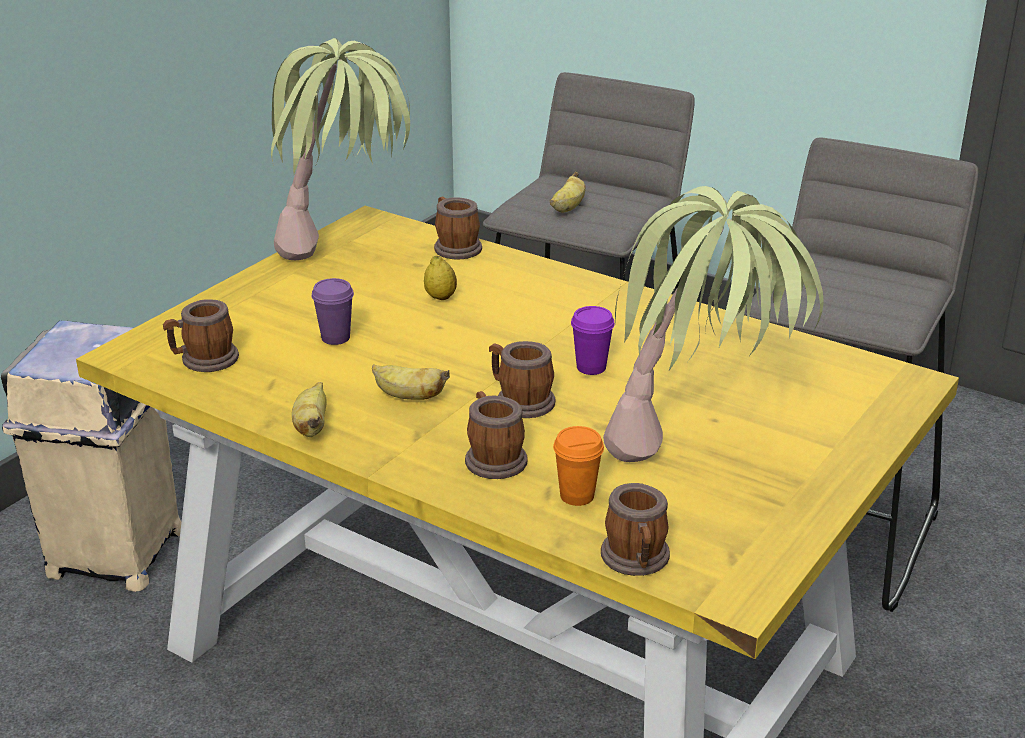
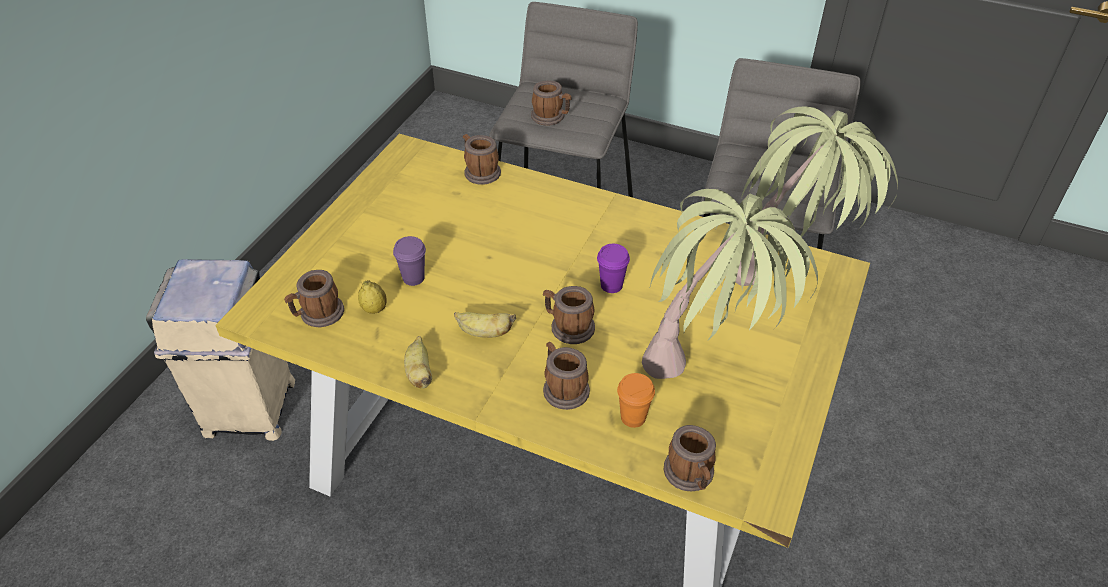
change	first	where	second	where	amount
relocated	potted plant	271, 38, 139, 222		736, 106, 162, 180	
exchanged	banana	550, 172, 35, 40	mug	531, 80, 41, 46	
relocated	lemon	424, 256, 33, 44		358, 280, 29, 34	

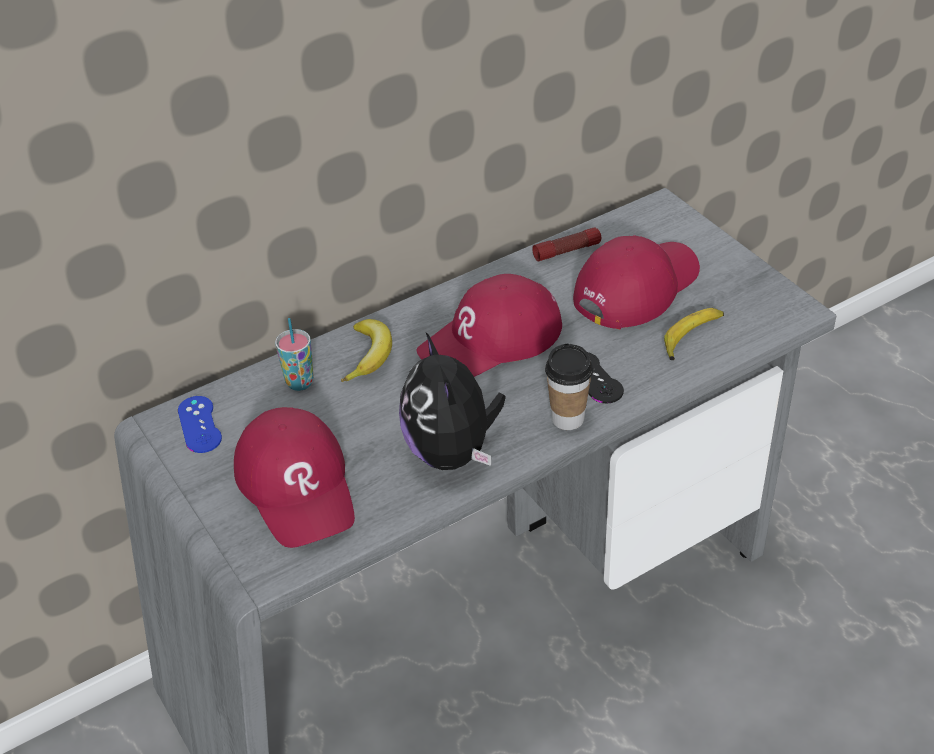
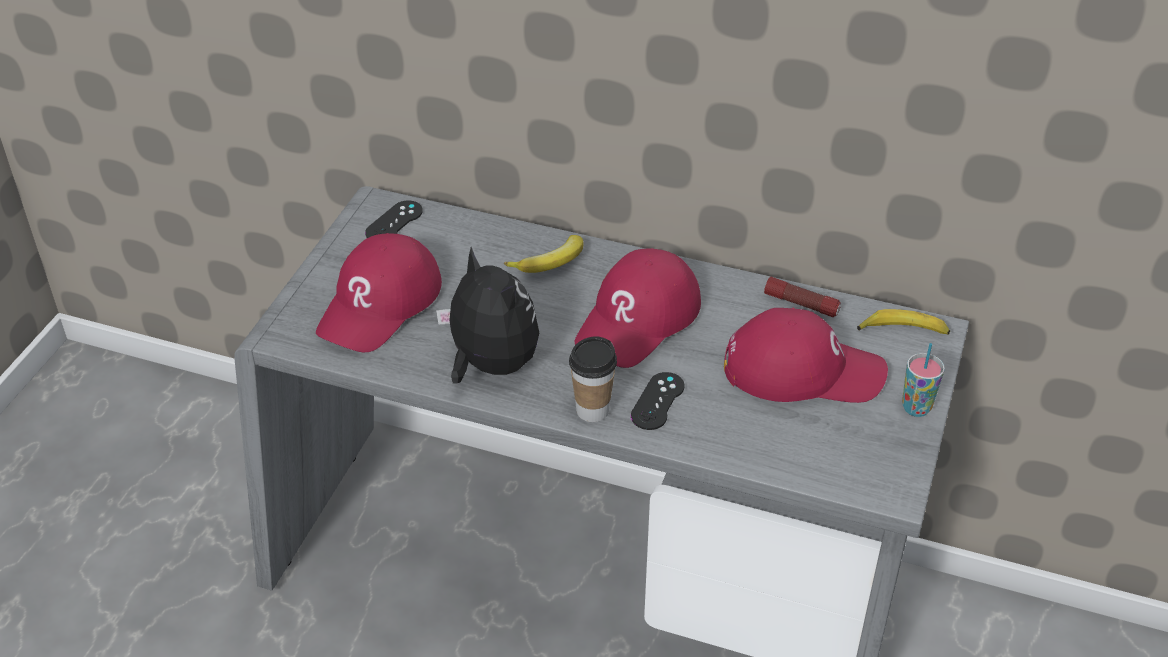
change	first	where	second	where	amount
spun	red cap	417, 274, 145, 103		575, 248, 126, 120	75 degrees counterclockwise
relocated	banana	664, 308, 60, 52		857, 309, 93, 26	
relocated	cup	275, 318, 39, 73		902, 343, 43, 74	
spun	plush toy	399, 333, 107, 137		436, 247, 103, 136	105 degrees clockwise
colour	blue game controller	178, 396, 44, 57	black game controller	365, 200, 58, 38	

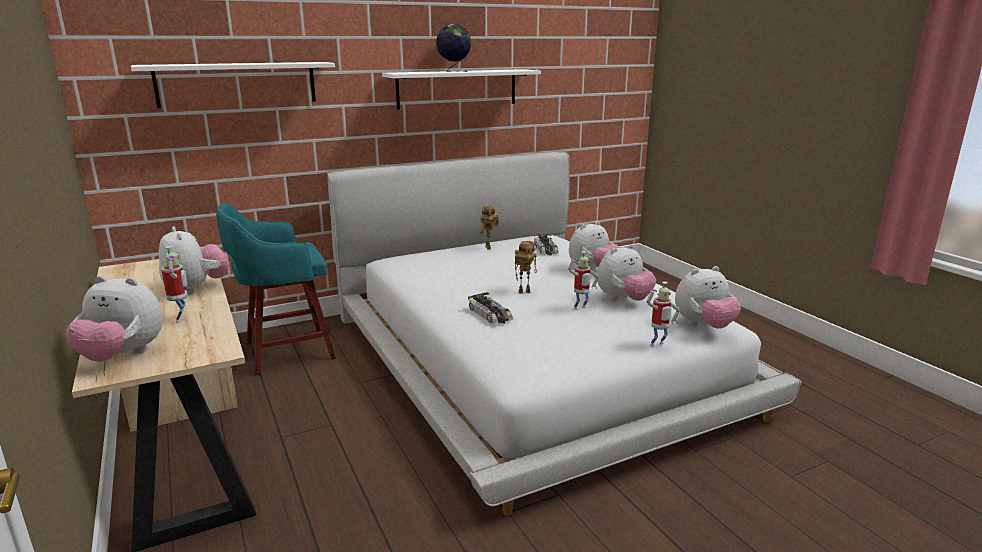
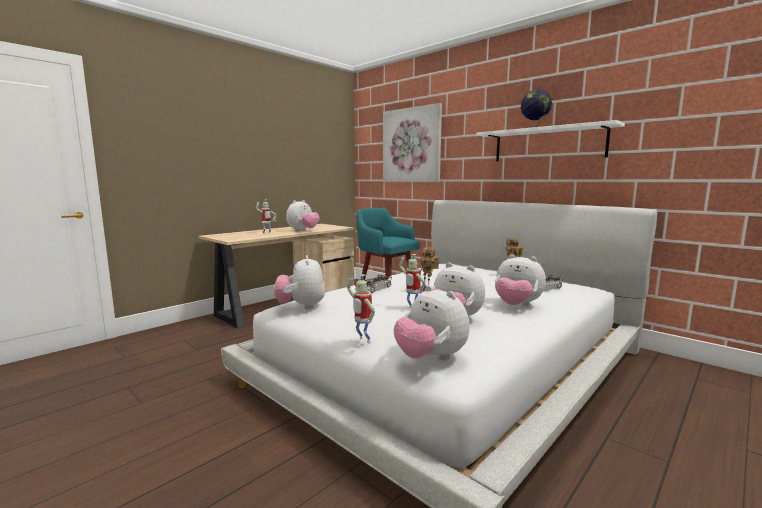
change	first	where	second	where	amount
exchanged	white shelf	131, 62, 204, 46	picture	383, 103, 59, 79	
relocated	plush toy	66, 276, 97, 86		274, 255, 51, 54	

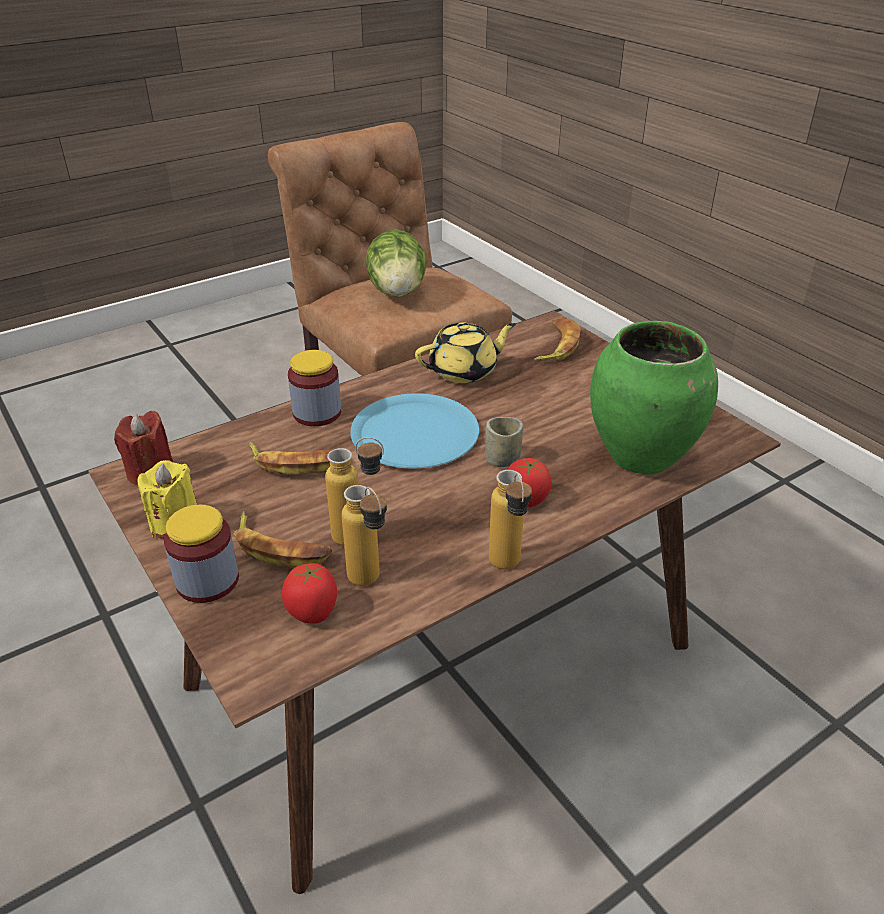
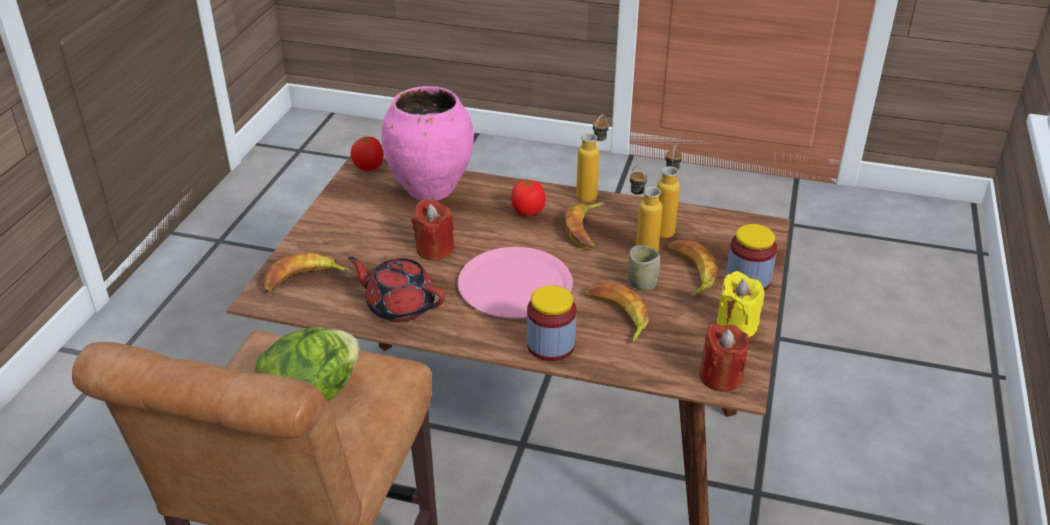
change	first	where	second	where	amount
colour	green vase	590, 321, 128, 154	pink vase	381, 86, 93, 115	
colour	yellow teapot	415, 322, 101, 61	red teapot	348, 257, 97, 65	
colour	blue plate	350, 393, 129, 75	pink plate	458, 247, 115, 71	
relocated	cup	485, 417, 38, 50		628, 245, 32, 46	
relocated	tomato	282, 563, 55, 61		351, 136, 33, 35	
appeared			red candle	412, 199, 43, 61	
appeared			banana	566, 202, 39, 47	

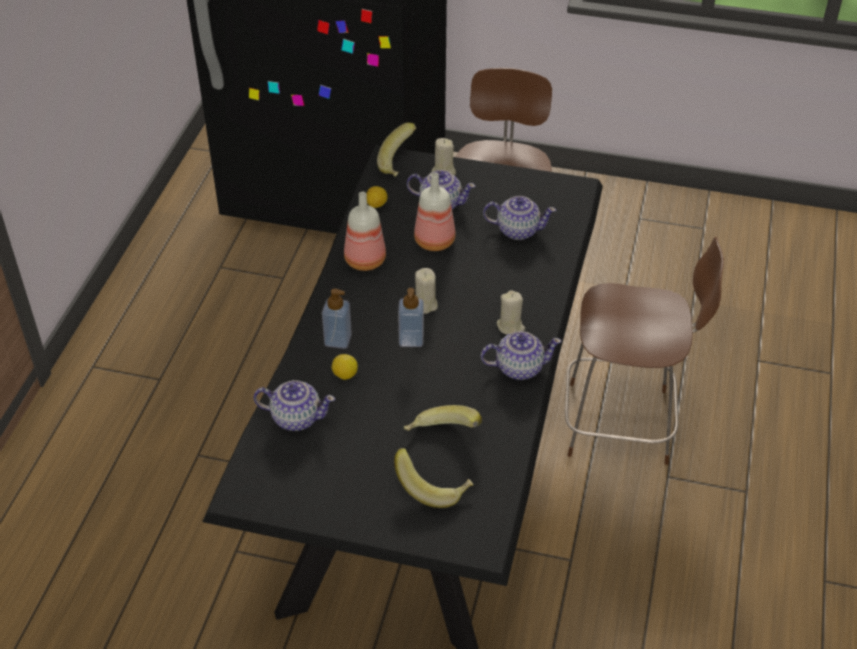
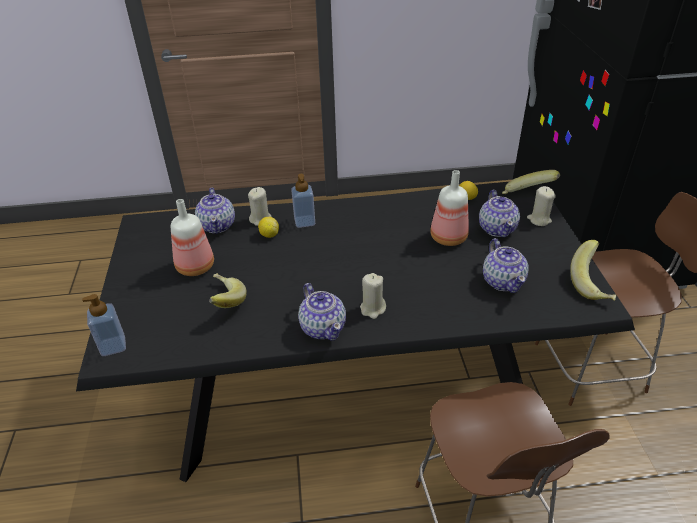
change	first	where	second	where	amount
relocated	bottle	344, 191, 42, 80		171, 199, 43, 77	
relocated	beige candle	415, 268, 23, 46		248, 187, 24, 39	
relocated	soap dispenser	398, 288, 26, 59		82, 294, 44, 62	
relocated	banana	394, 448, 80, 60		570, 240, 46, 61	

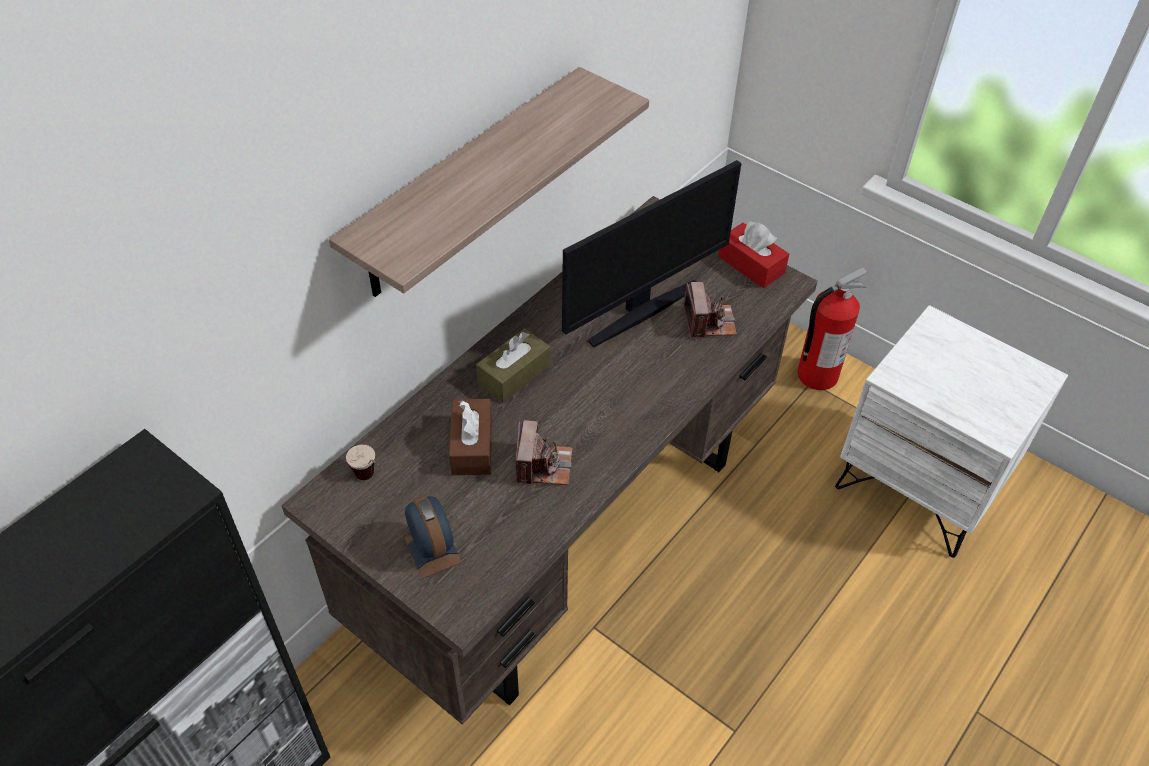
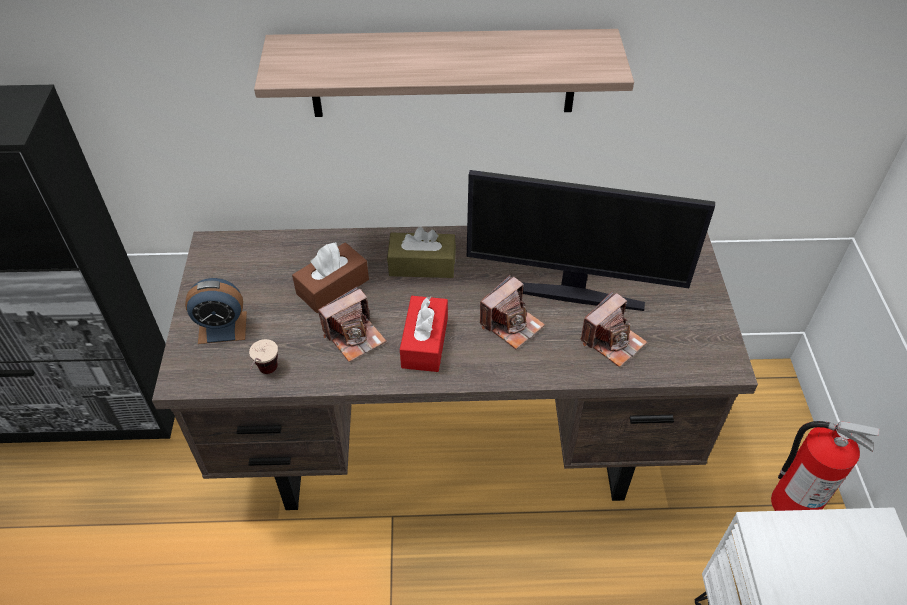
change	first	where	second	where	amount
relocated	red tissue box	718, 221, 71, 67		400, 296, 48, 76	
relocated	cup	346, 445, 36, 35		249, 339, 29, 35	
spun	alarm clock	404, 496, 58, 83		185, 278, 62, 66	60 degrees clockwise
appeared			photo camera	480, 275, 65, 74	

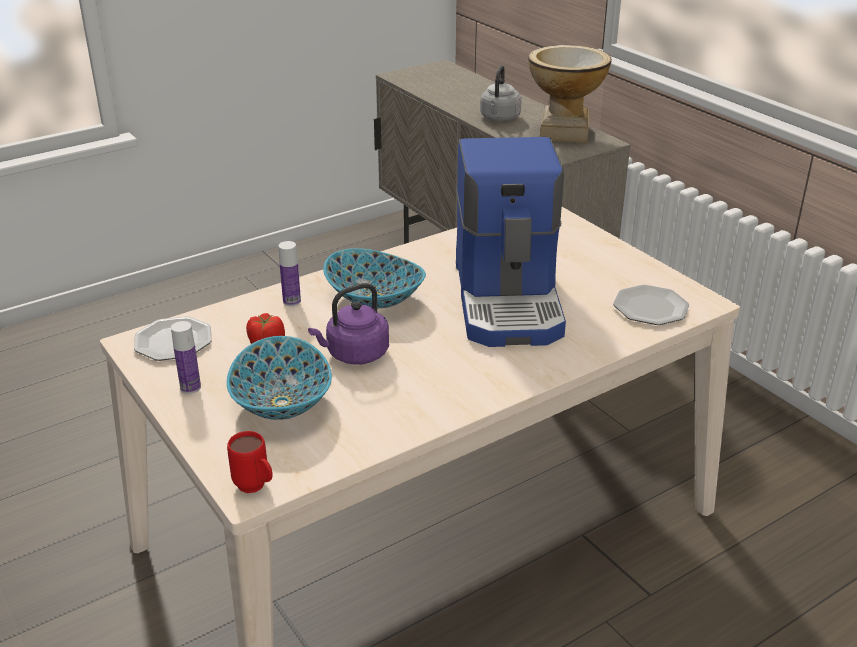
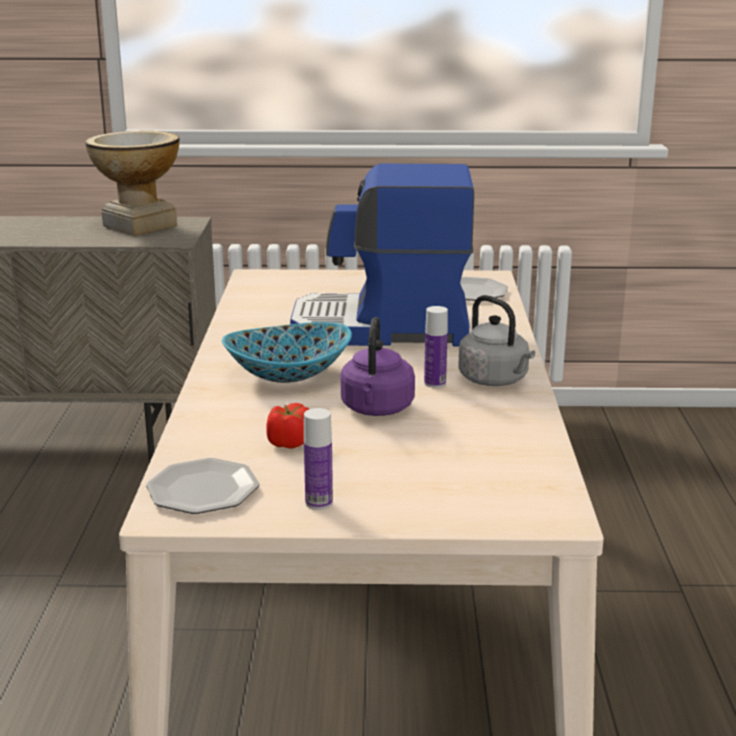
change	first	where	second	where	amount
relocated	grey kettle	480, 65, 42, 56		459, 295, 76, 91	
spun	coffee machine	456, 137, 110, 210		290, 163, 184, 183	150 degrees clockwise
relocated	bottle	278, 241, 23, 65		424, 306, 24, 82	
missing	bowl	227, 336, 105, 84			
missing	red mug	227, 431, 46, 62			

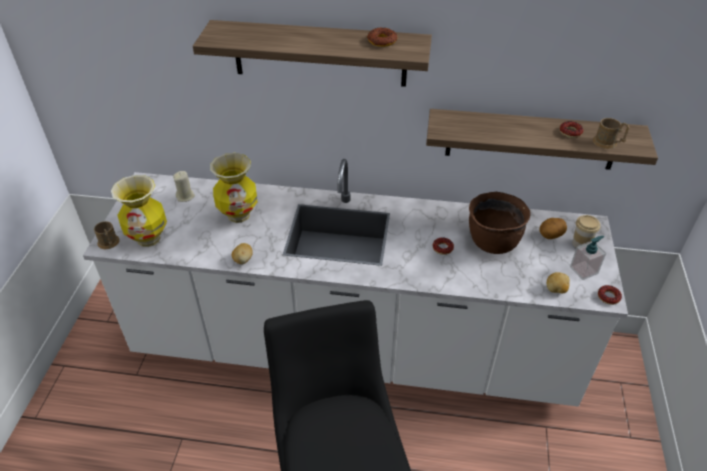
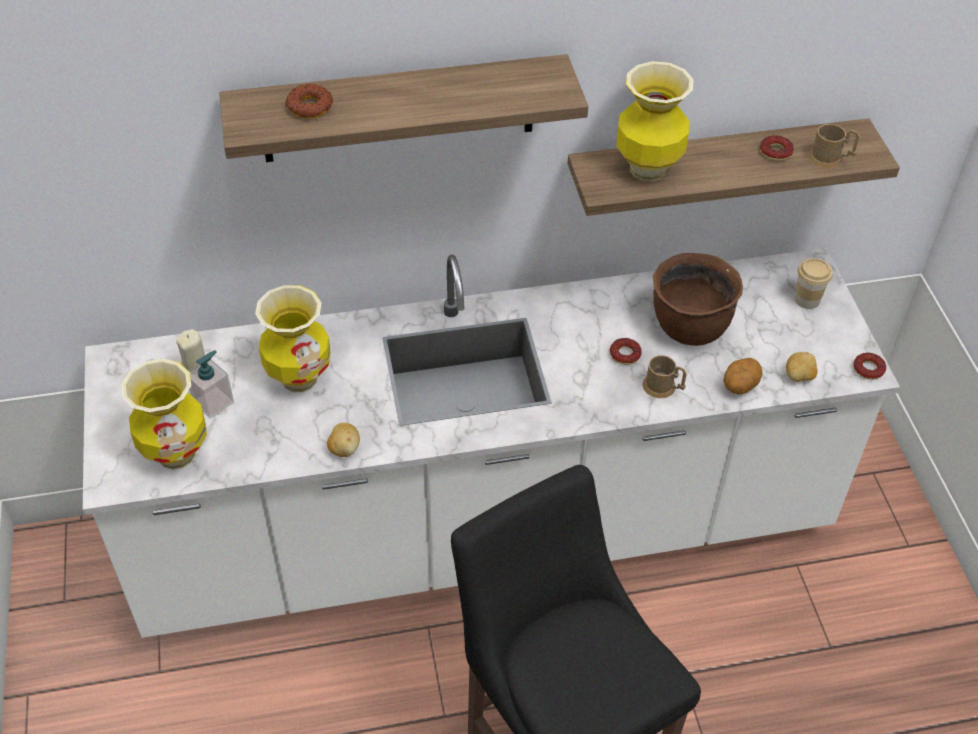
change	first	where	second	where	amount
relocated	donut	367, 27, 30, 20		285, 84, 48, 34	
relocated	potato	539, 218, 28, 21		723, 358, 40, 37	
relocated	brown mug	94, 221, 26, 28		642, 355, 45, 43	
relocated	soap dispenser	570, 236, 36, 44		189, 350, 45, 69	
appeared			vase	616, 61, 78, 120	

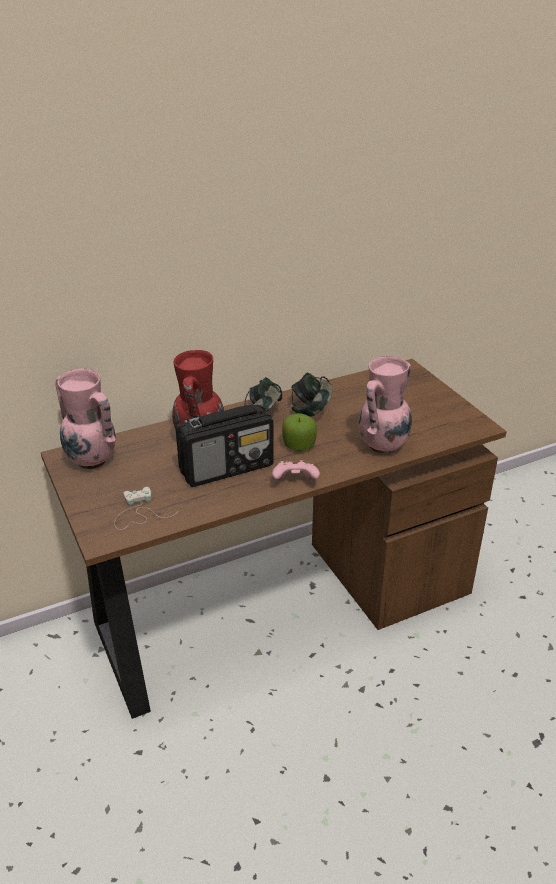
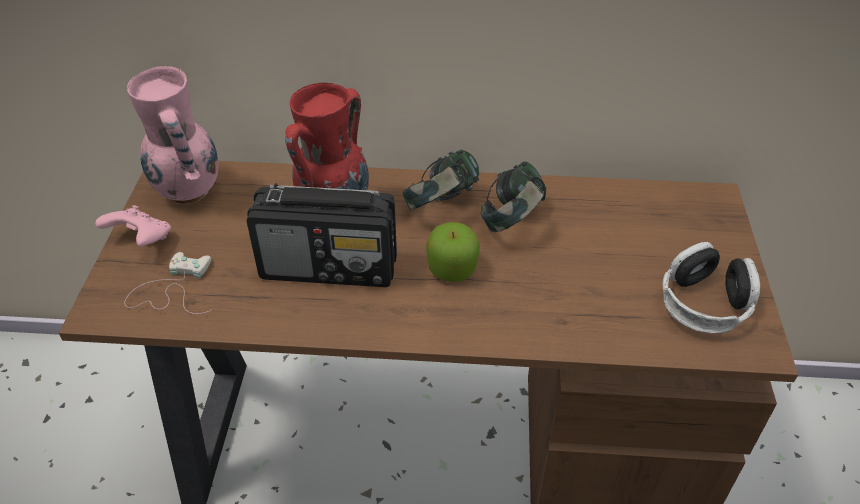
change	first	where	second	where	amount
missing	pink vase	359, 356, 53, 98			
relocated	pink game controller	272, 460, 48, 19		95, 205, 76, 42	
appeared			headphones	663, 242, 97, 92	

